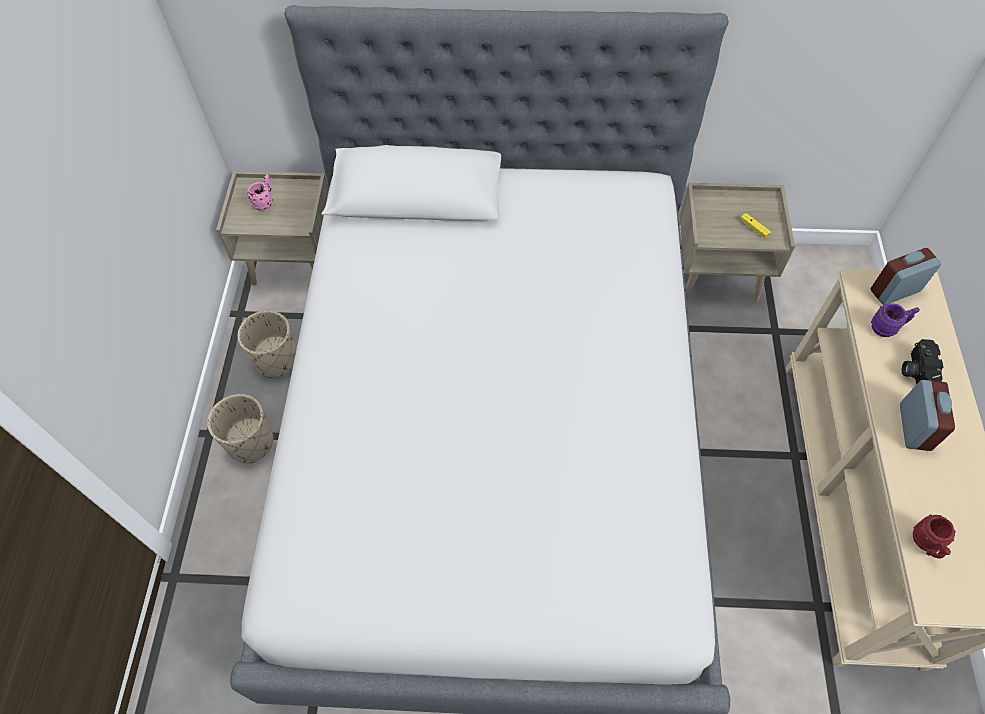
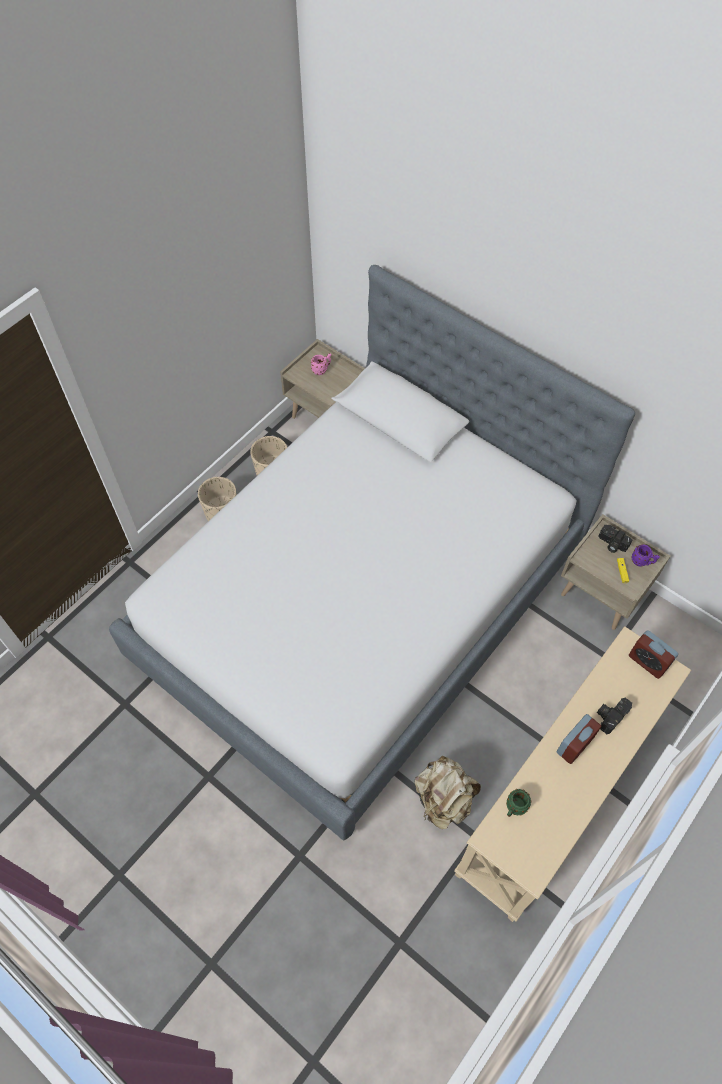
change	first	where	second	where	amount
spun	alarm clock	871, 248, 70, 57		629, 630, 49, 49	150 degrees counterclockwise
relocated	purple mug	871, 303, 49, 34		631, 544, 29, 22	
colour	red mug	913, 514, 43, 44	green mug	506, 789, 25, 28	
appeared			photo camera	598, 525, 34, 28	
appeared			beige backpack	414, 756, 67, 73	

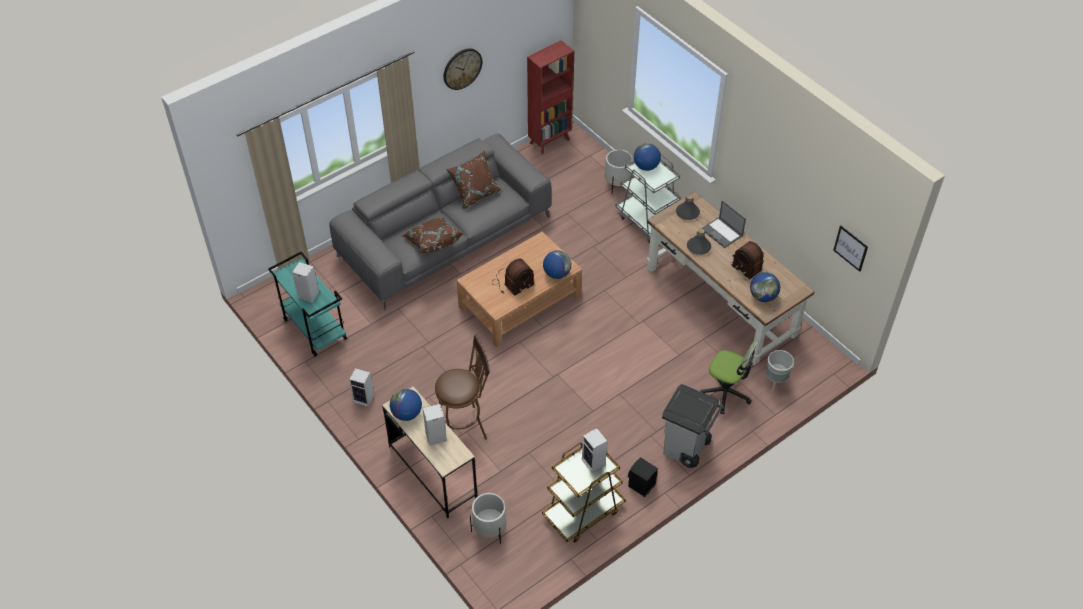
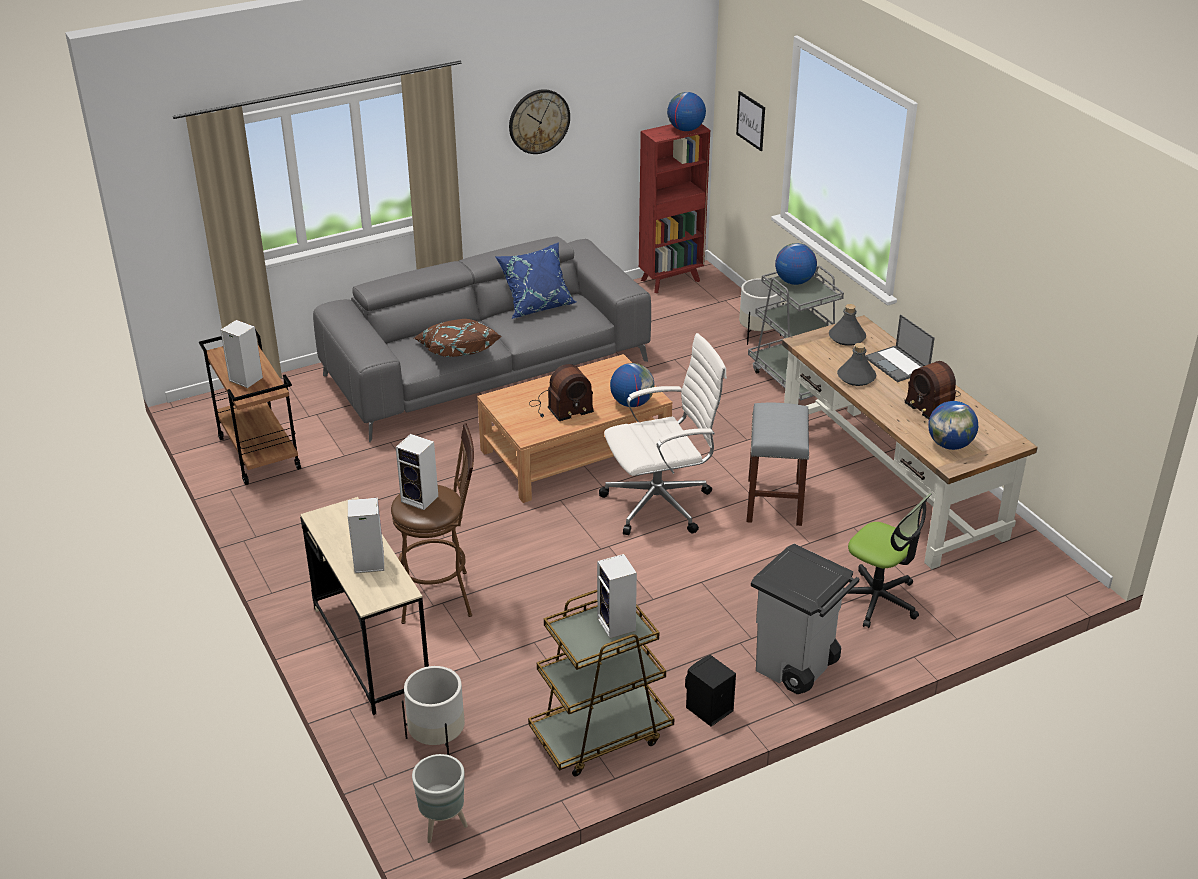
change	first	where	second	where	amount
colour	brown pillow	446, 151, 55, 58	blue pillow	496, 242, 80, 77	
relocated	picture	833, 226, 35, 46		736, 91, 29, 60	
colour	turquoise cart	268, 252, 79, 105	brown cart	199, 329, 102, 156	
relocated	grey planter	766, 350, 28, 43		412, 754, 56, 89	
relocated	speaker	349, 368, 25, 39		396, 434, 42, 76	
relocated	globe	390, 389, 32, 32		667, 92, 39, 39	
appeared			white office chair	599, 333, 128, 202	
appeared			grey stool	747, 403, 62, 123	

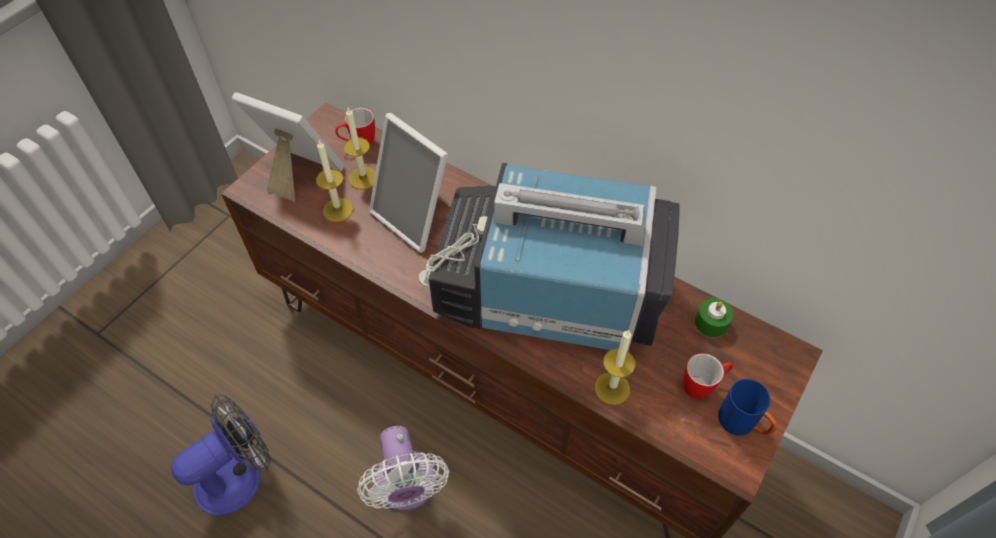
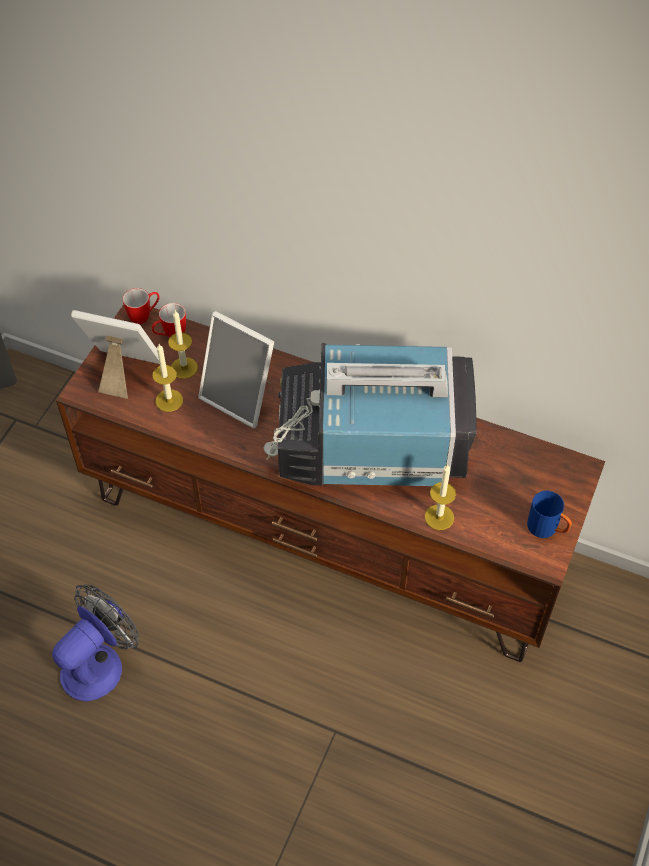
change	first	where	second	where	amount
missing	green candle	695, 298, 38, 40			
relocated	mug	683, 353, 50, 46		122, 288, 38, 36	
missing	white fan	357, 426, 92, 85			

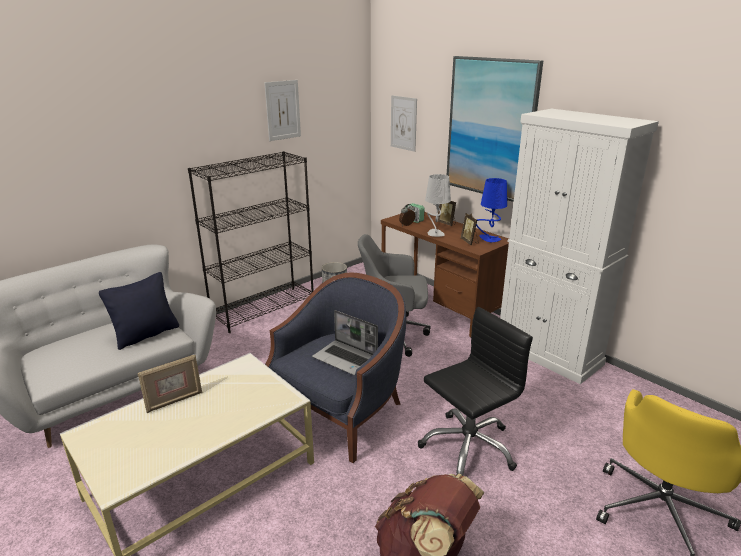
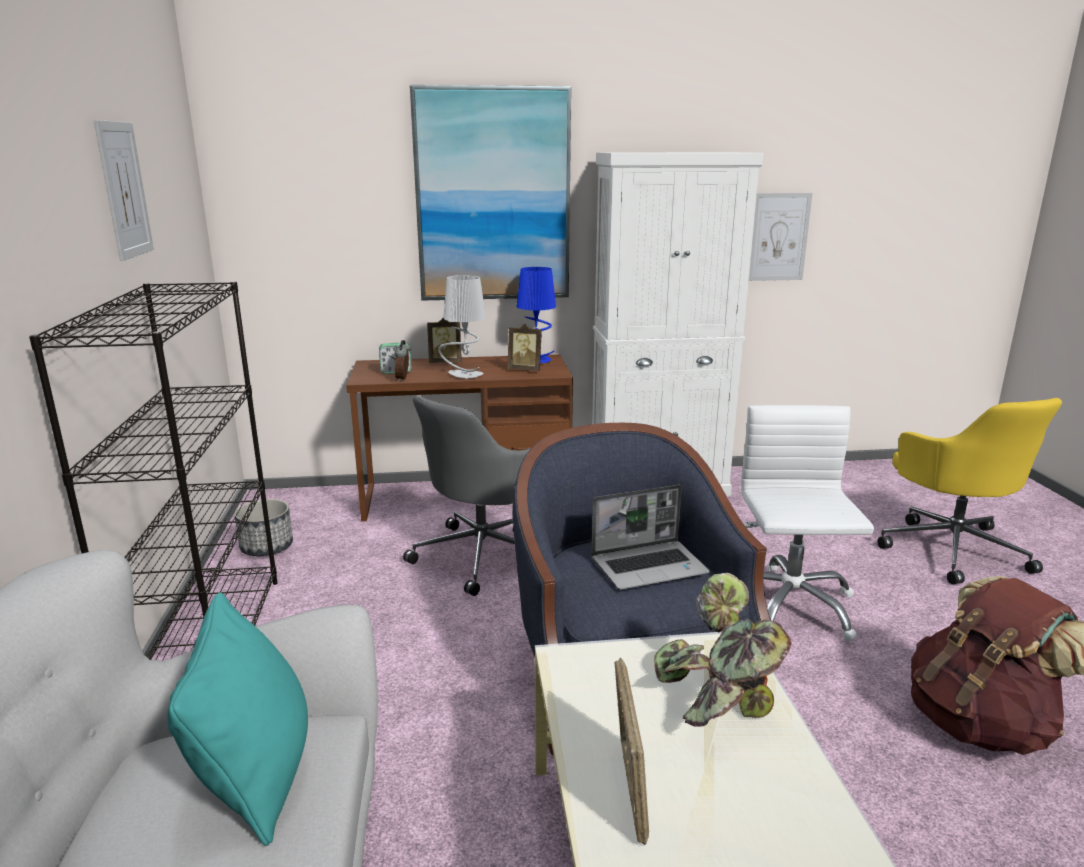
change	first	where	second	where	amount
relocated	picture	391, 95, 26, 57		749, 193, 63, 88	
colour	black pillow	99, 272, 80, 78	turquoise pillow	168, 593, 140, 253	
colour	black office chair	418, 307, 115, 169	white office chair	741, 405, 133, 237	
appeared			potted plant	654, 573, 138, 153	

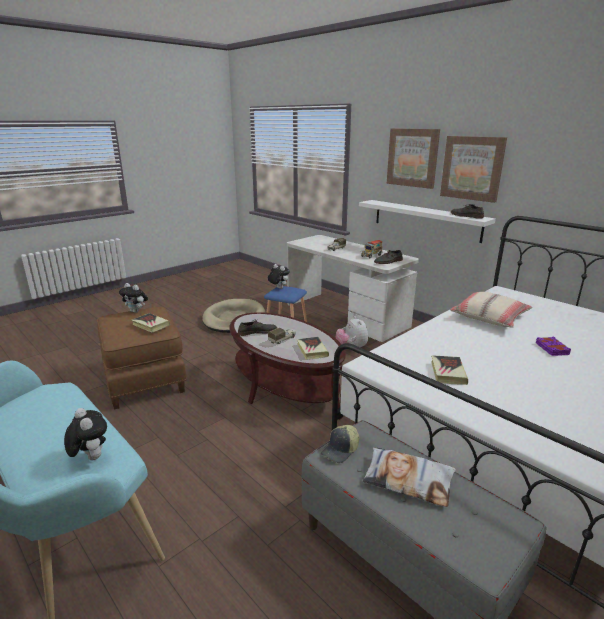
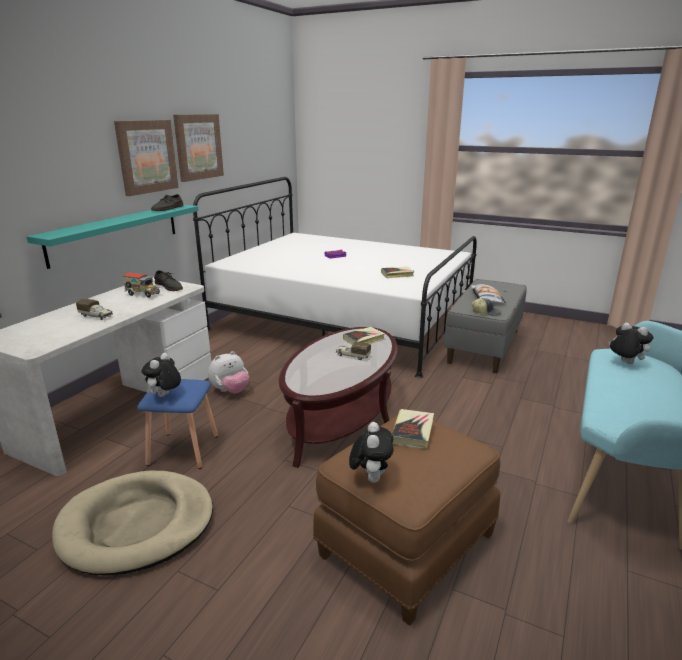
change	first	where	second	where	amount
relocated	picture	387, 128, 53, 61		173, 114, 51, 68	
colour	white shelf	359, 200, 137, 43	turquoise shelf	26, 205, 173, 64	
missing	beige pillow	450, 292, 82, 36			
missing	grey shoe	238, 319, 39, 17			
spun	plush toy	64, 408, 43, 52		608, 323, 45, 41	105 degrees clockwise

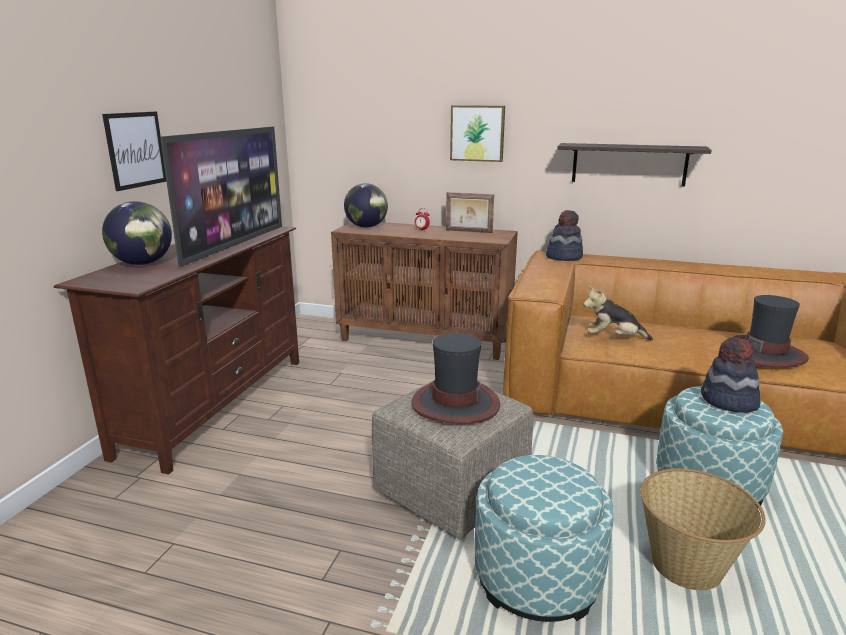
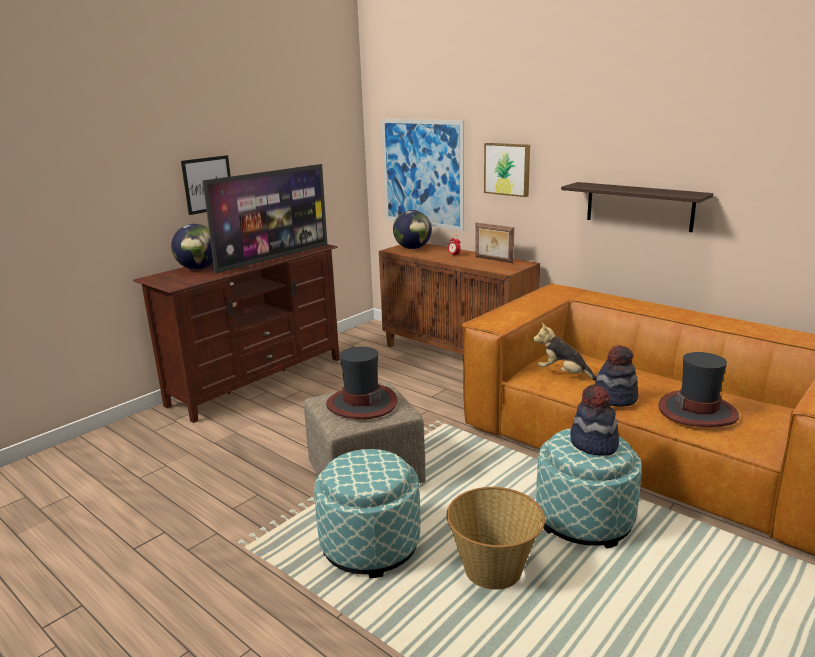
change	first	where	second	where	amount
relocated	hat	546, 210, 37, 51		595, 345, 43, 62	
appeared			picture	382, 119, 82, 112	

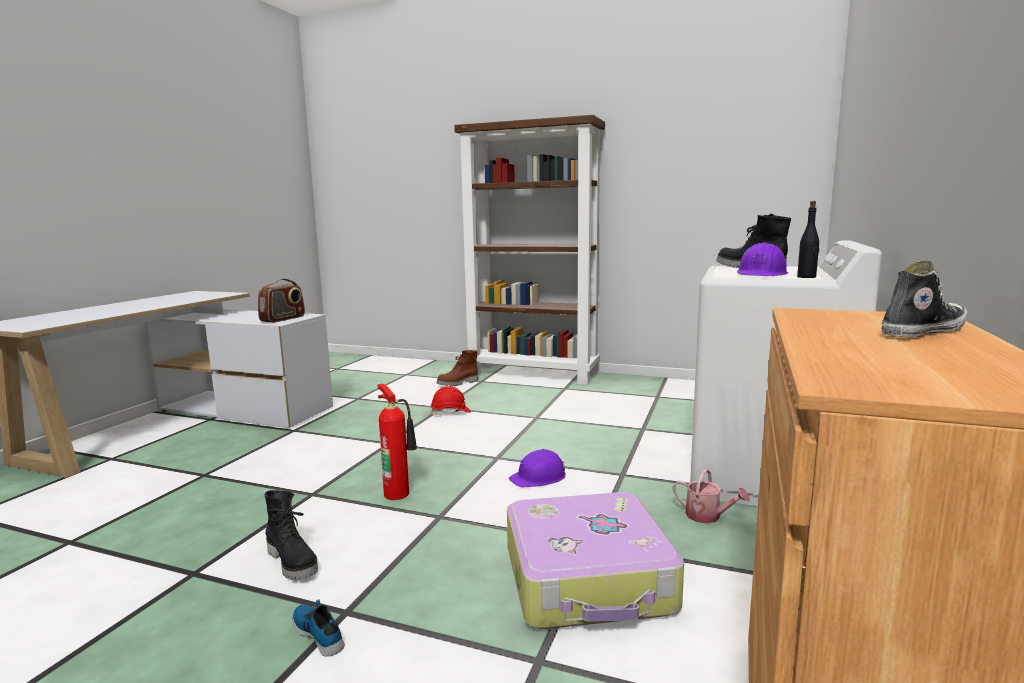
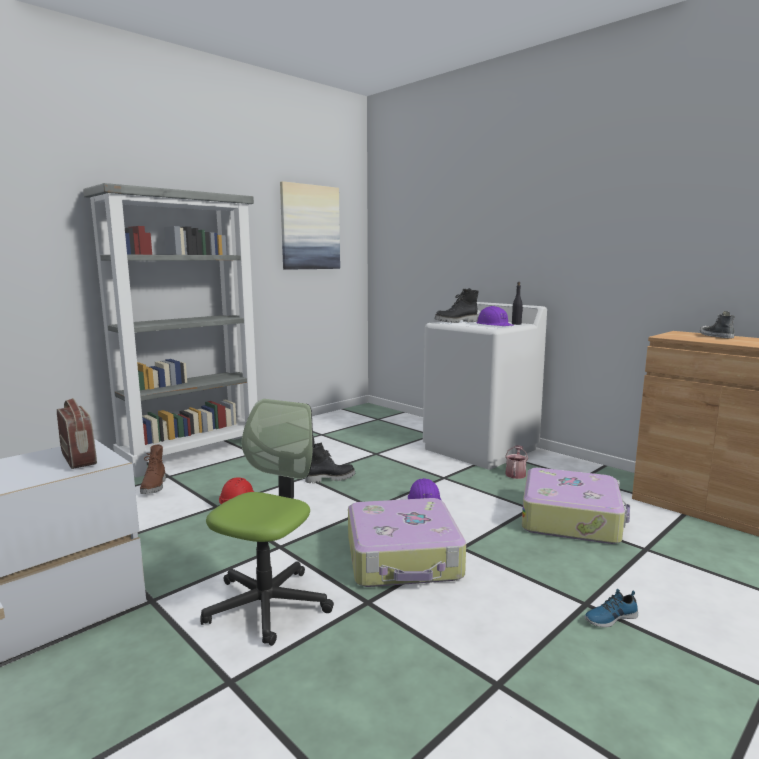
change	first	where	second	where	amount
colour	brown bookcase	454, 115, 151, 270	grey bookcase	83, 183, 174, 295	
exchanged	fire extinguisher	378, 384, 39, 116	suitcase	348, 498, 118, 89	
spun	watering can	673, 469, 77, 55		505, 445, 23, 34	45 degrees counterclockwise
relocated	black boot	265, 490, 53, 90		305, 443, 50, 40	
appeared			picture	280, 181, 60, 89	
appeared			office chair	200, 399, 134, 247	

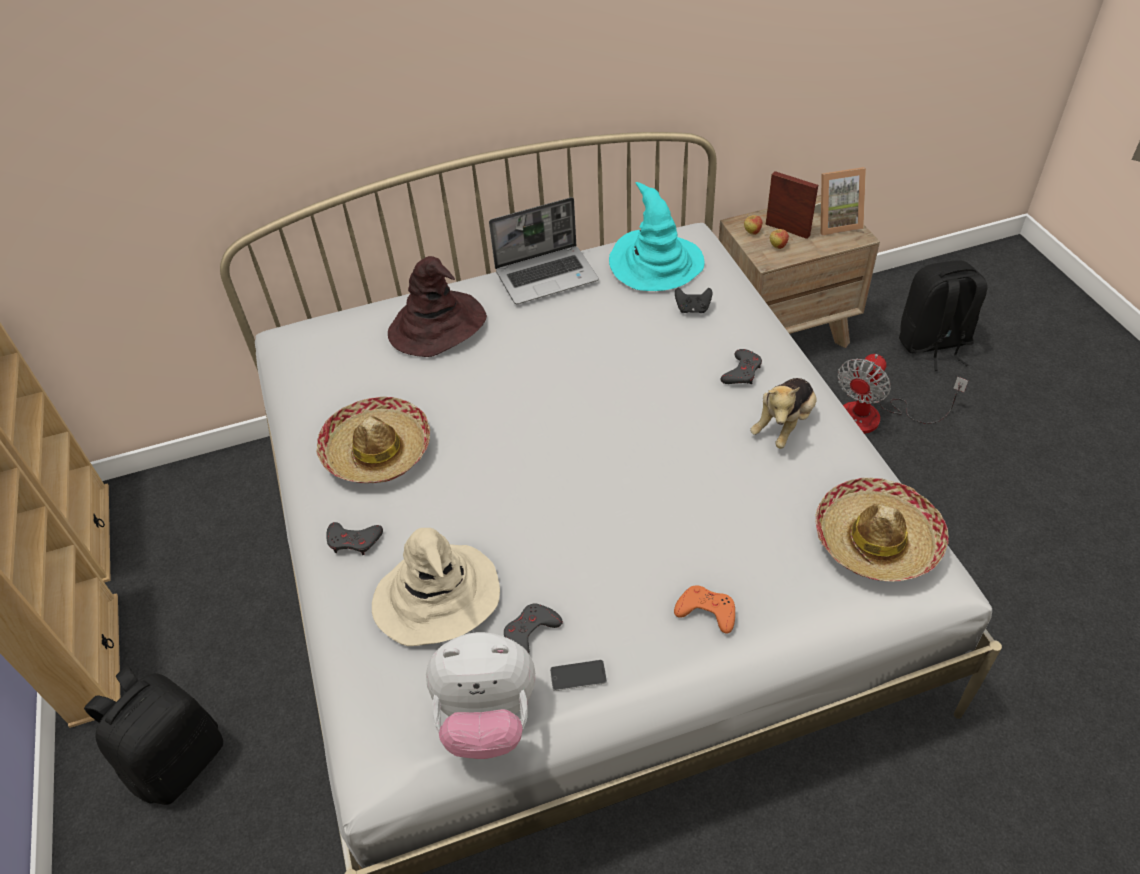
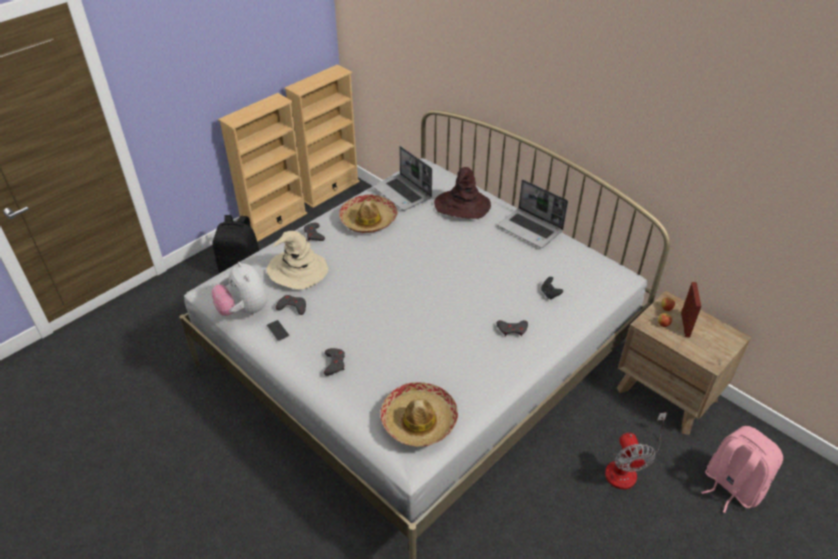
change	first	where	second	where	amount
missing	picture frame	814, 167, 52, 68			
missing	turquoise hat	609, 182, 95, 109			
colour	black backpack	899, 260, 89, 111	pink backpack	701, 426, 82, 87	
spun	fan	837, 354, 131, 80		605, 412, 62, 77	105 degrees counterclockwise
missing	plush toy	750, 378, 67, 71			
colour	orange game controller	674, 585, 61, 49	grey game controller	324, 348, 21, 28	
appeared			laptop	373, 146, 59, 65	

